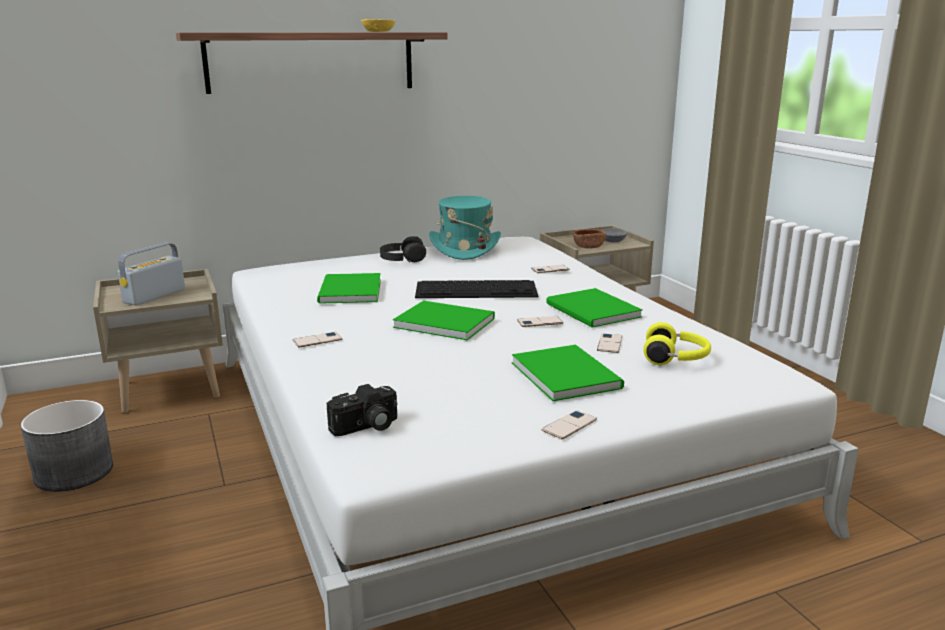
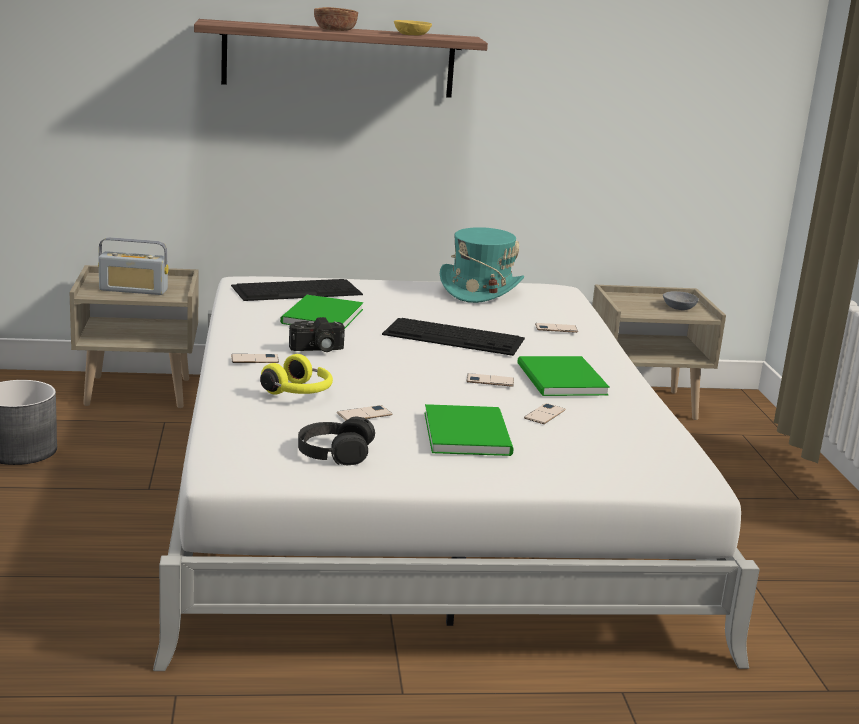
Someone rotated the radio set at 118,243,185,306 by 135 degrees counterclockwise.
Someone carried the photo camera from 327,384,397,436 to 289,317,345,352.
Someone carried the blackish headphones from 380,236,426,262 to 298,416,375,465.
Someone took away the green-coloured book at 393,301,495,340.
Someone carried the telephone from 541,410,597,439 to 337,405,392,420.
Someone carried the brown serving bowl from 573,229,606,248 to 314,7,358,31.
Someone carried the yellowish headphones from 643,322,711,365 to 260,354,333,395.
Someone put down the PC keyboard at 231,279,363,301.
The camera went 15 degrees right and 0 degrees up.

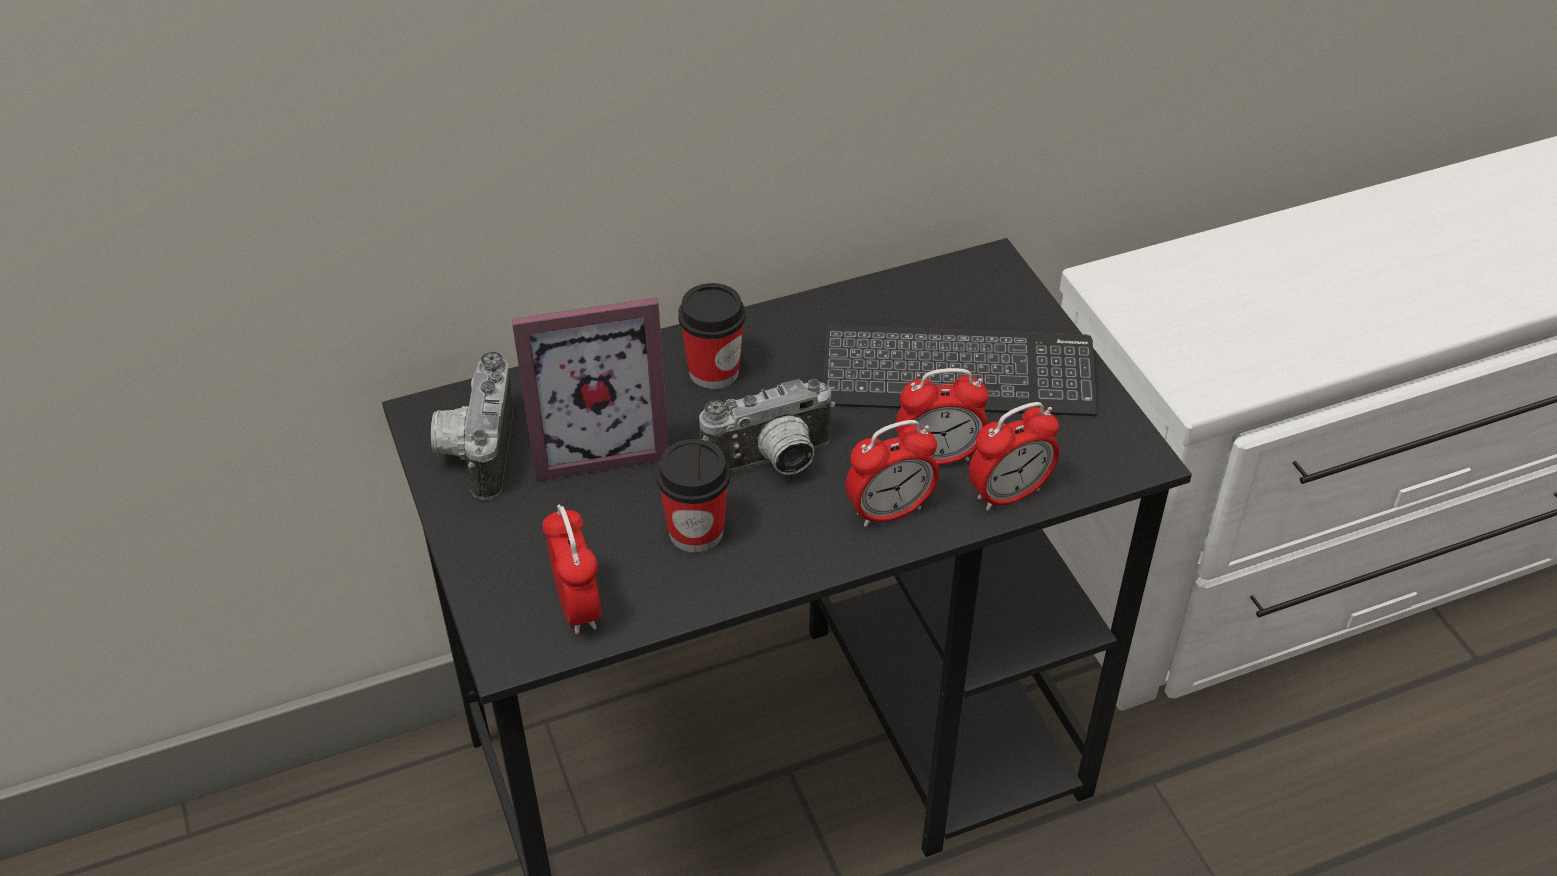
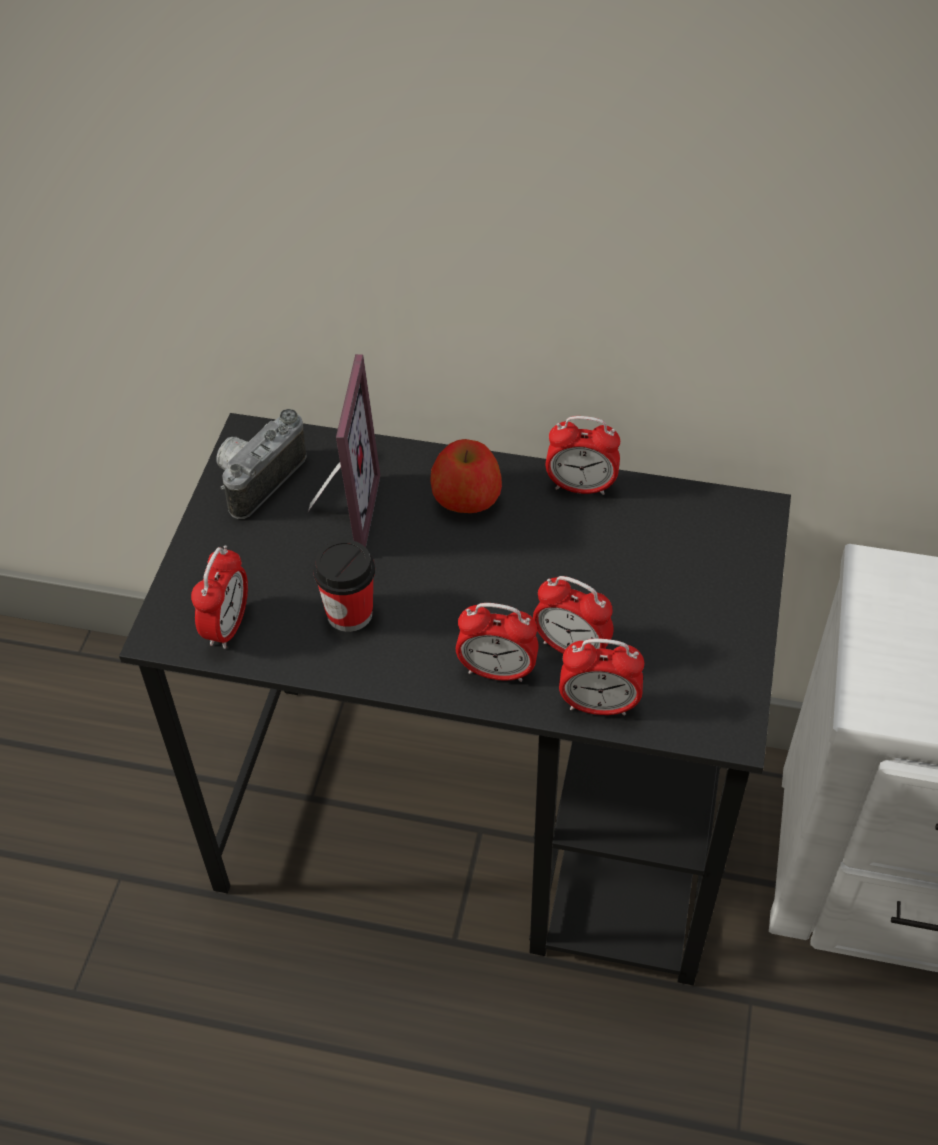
Someone rotated the standing frame at 512,298,669,481 by 105 degrees counterclockwise.
Someone swapped the drinking cup at 678,283,746,389 for the whole apple at 430,439,502,513.
Someone took away the photo camera at 699,379,836,475.
Someone took away the PC keyboard at 823,325,1097,416.
Someone put down the alarm clock at 546,416,620,495.
The camera went 35 degrees right and 5 degrees up.

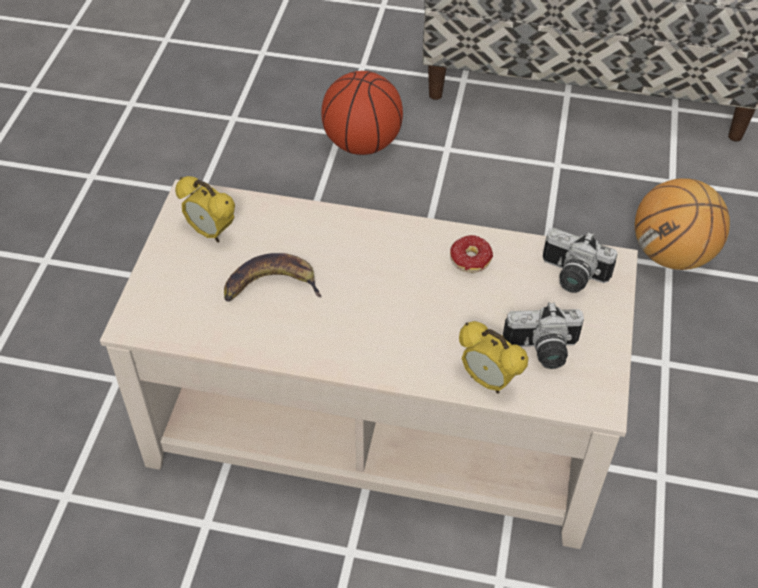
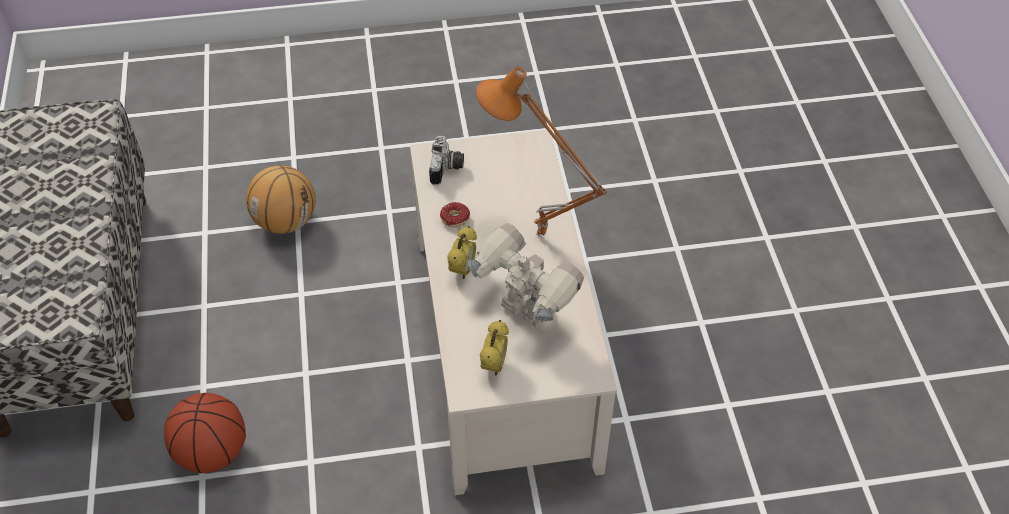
Someone swapped the banana at 224,253,322,302 for the robot figure at 468,223,584,328.
Someone carried the alarm clock from 459,321,528,394 to 447,226,477,279.
Someone took away the photo camera at 503,302,584,369.
Someone put down the orange lamp for a table at 476,66,607,238.
The camera went 110 degrees left and 0 degrees up.

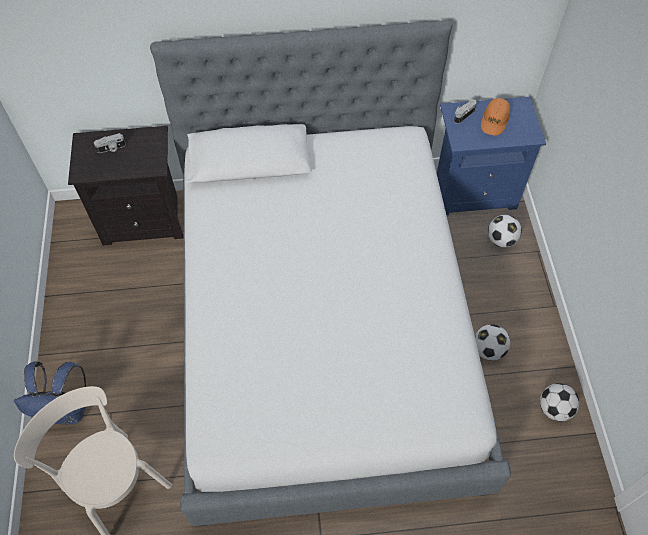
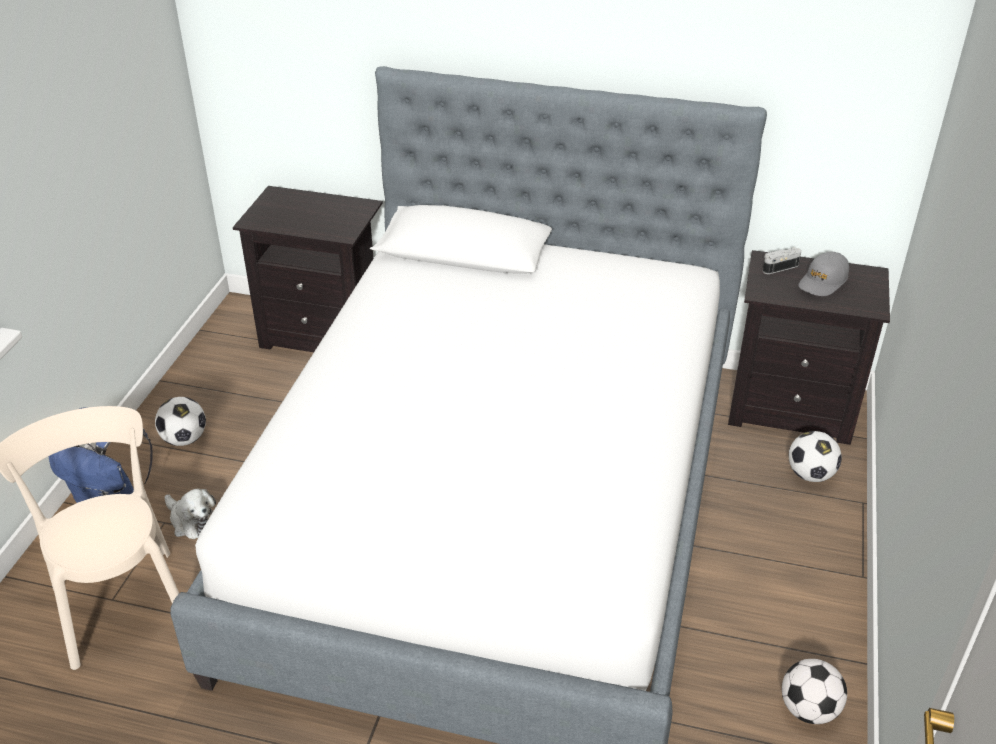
Someone took away the photo camera at 94,133,126,153.
Someone repainted the blue nightstand at 437,97,546,215, which became the blackish nightstand at 728,250,890,445.
Someone carried the football from 475,324,510,361 to 155,397,206,446.
Someone repainted the orange cap at 481,98,510,136, which became the gray cap at 798,252,849,296.
Someone put down the plush toy at 165,488,216,539.
The camera went 20 degrees right and 20 degrees down.

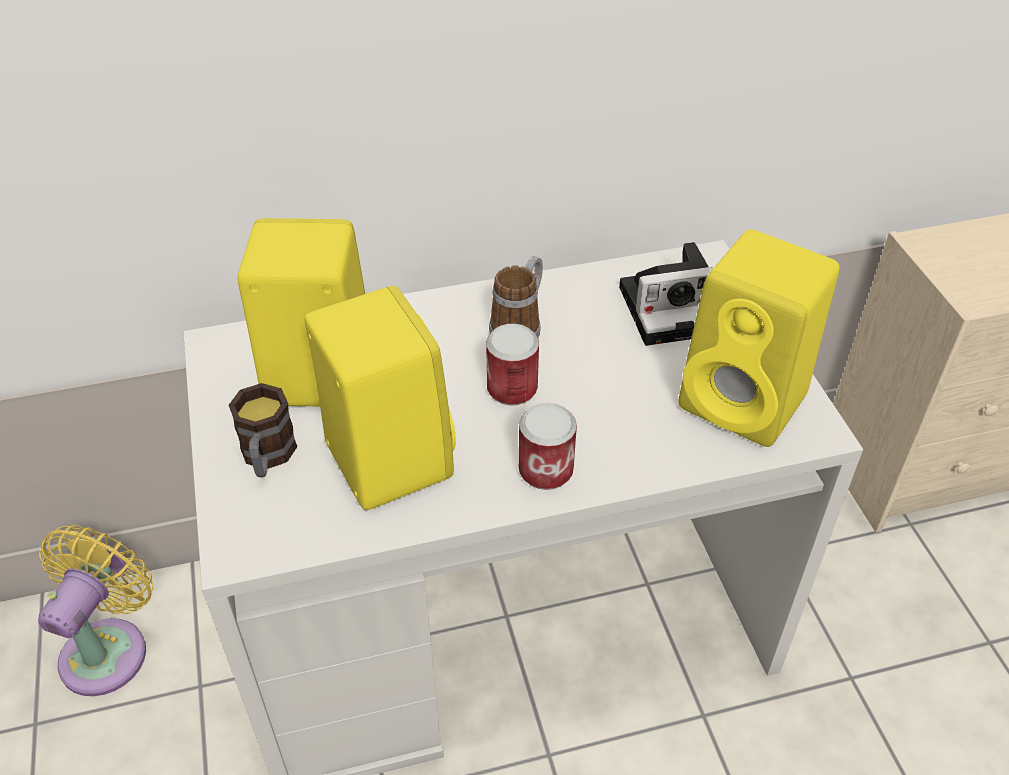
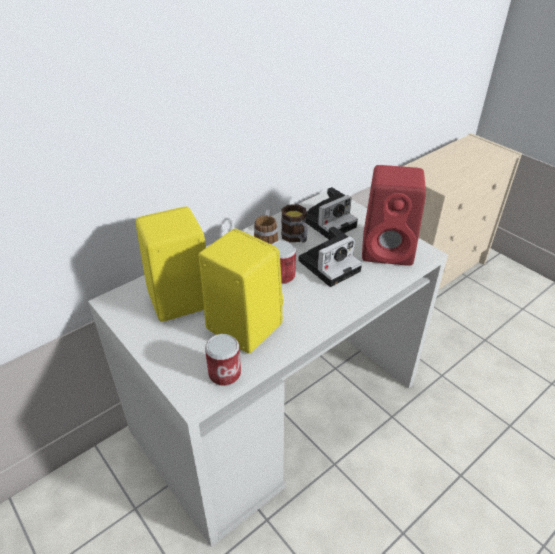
Someone took away the yellowish fan at 38,525,153,696.
Someone carried the coffee mug from 228,383,298,478 to 281,204,308,243.
Someone carried the sealed can from 519,403,577,490 to 205,334,241,386.
Someone repainted the yellowish speaker at 678,229,840,447, which became the red speaker at 362,165,426,266.
Someone put down the photo camera at 299,226,362,287.
The camera went 25 degrees left and 5 degrees down.

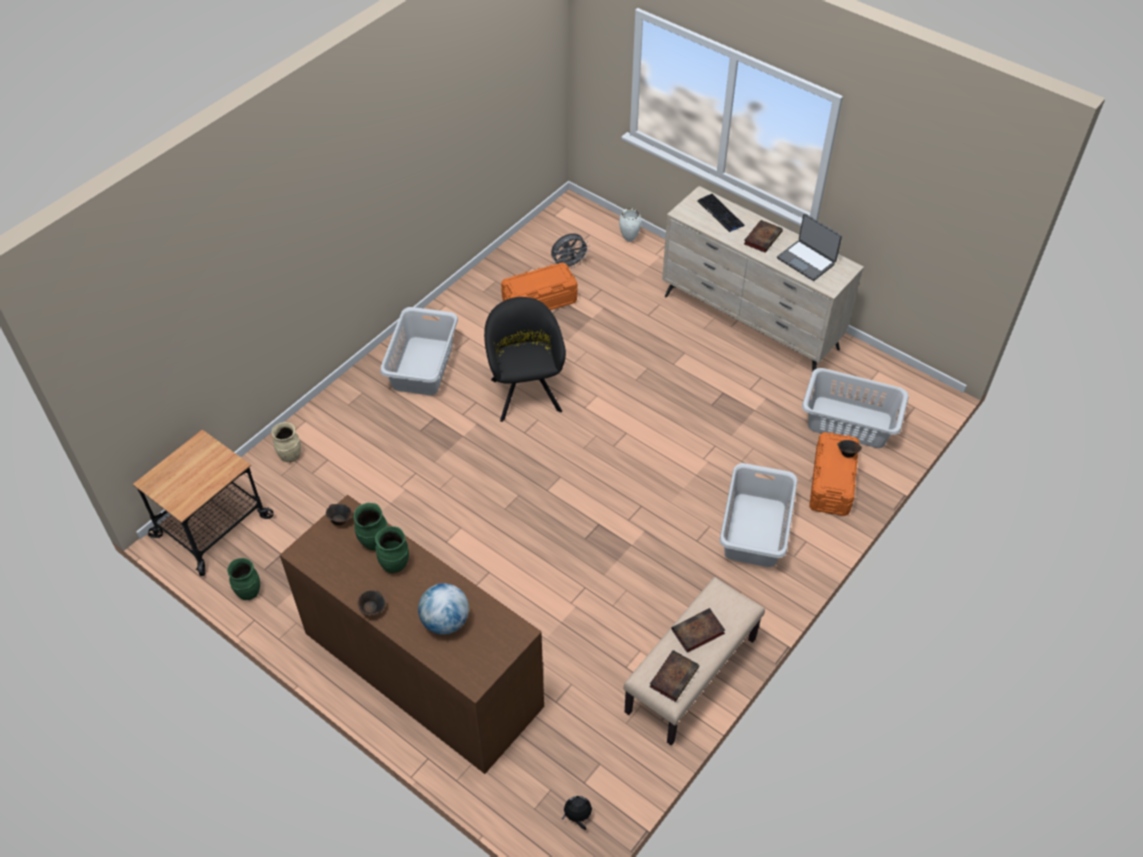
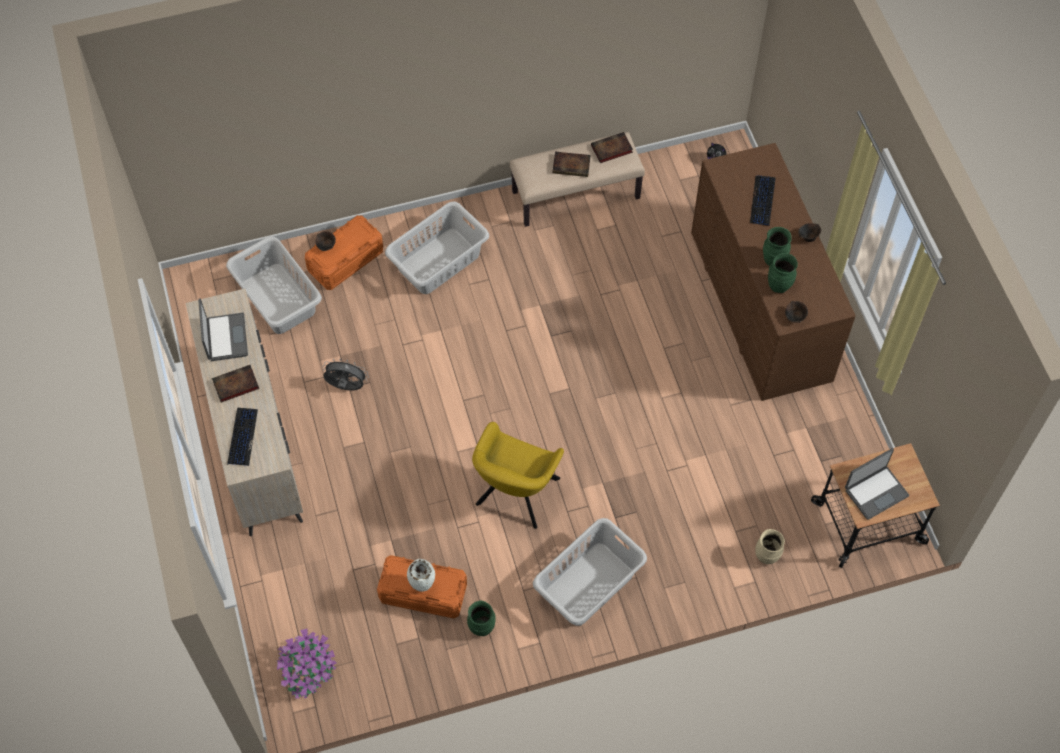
Someone carried the green-coloured decorative vase from 227,558,260,600 to 467,601,495,636.
Someone swapped the globe at 418,583,469,635 for the PC keyboard at 750,176,775,225.
Someone repainted the blackish armchair at 484,297,566,422, which became the yellowish armchair at 472,422,564,529.
Someone carried the gray fan from 551,233,590,268 to 323,358,369,390.
Someone carried the whitish decorative vase from 619,208,642,242 to 407,559,435,592.
Someone put down the potted plant at 277,629,337,699.
Someone put down the laptop at 845,448,909,520.
The camera went 145 degrees left and 10 degrees up.

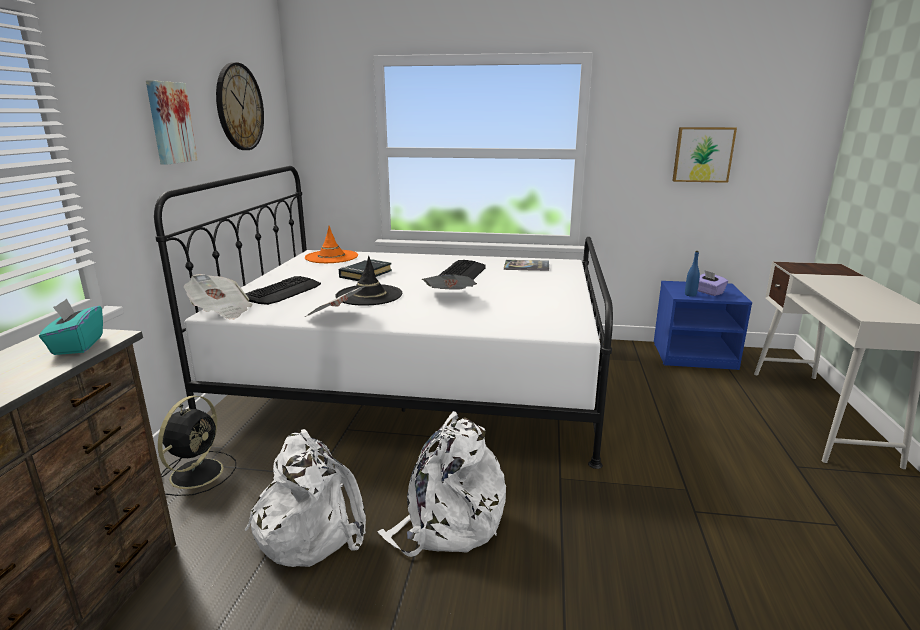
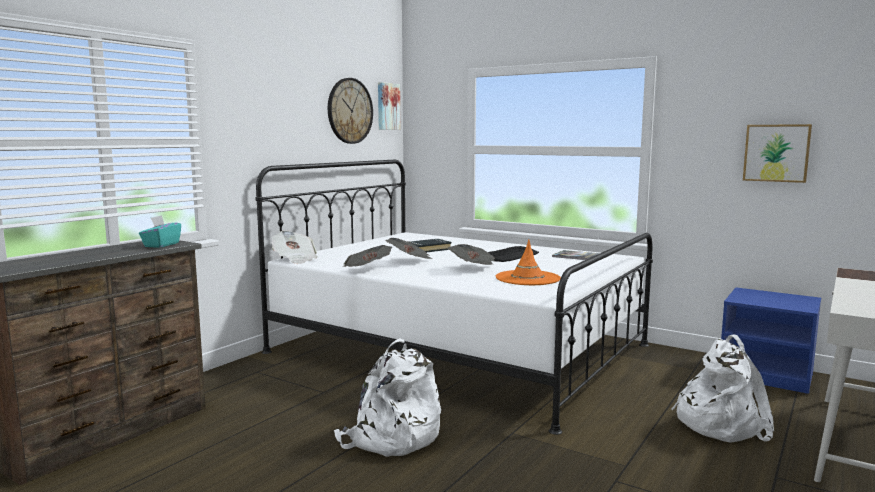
Someone carried the wall art from 146,80,197,165 to 378,82,401,130.
Someone took away the blackish fan at 158,395,236,496.
Someone carried the whitish backpack from 244,429,366,567 to 671,334,774,443.
Someone took away the PC keyboard at 245,276,321,305.
Someone carried the orange clothing hat from 305,226,358,263 to 496,240,561,285.
Someone swapped the blackish clothing hat at 335,256,402,306 for the daily paper at 385,238,433,259.
Someone took away the blue beverage bottle at 685,251,700,297.
Someone took away the purplish box of tissues at 698,270,728,296.
The camera went 25 degrees right and 10 degrees down.

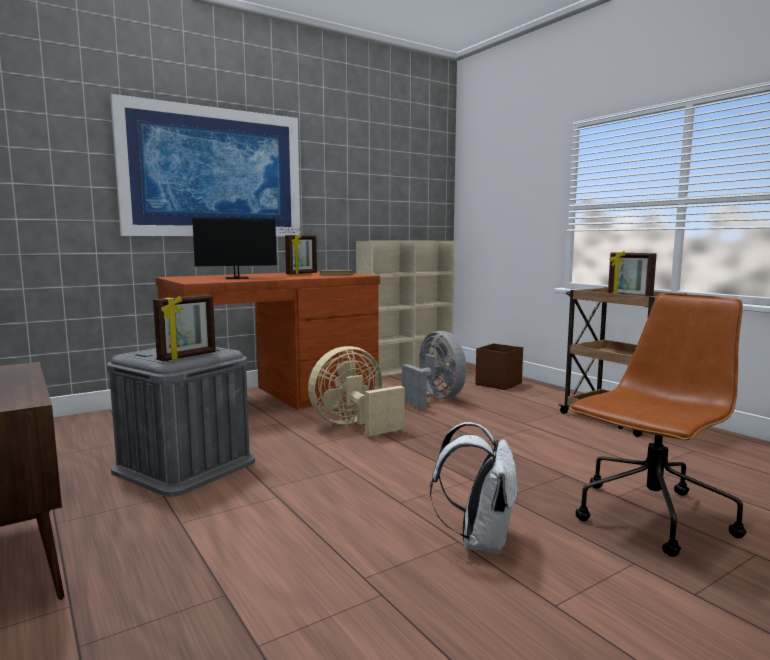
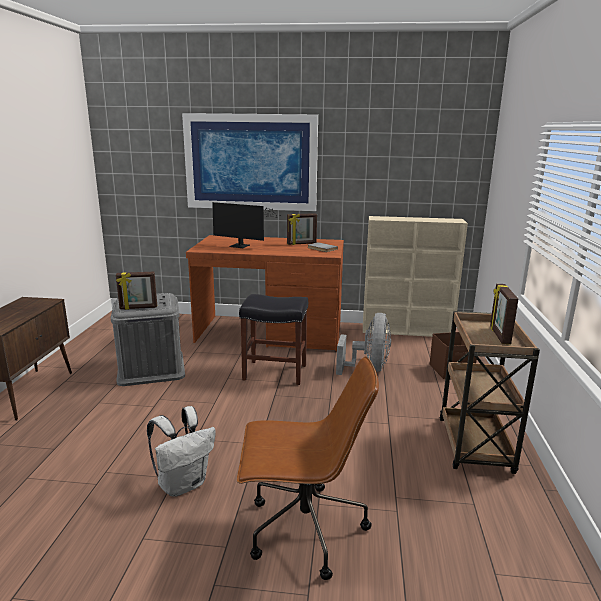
Someone swapped the beige fan at 308,346,405,436 for the blackish sitting stool at 239,294,308,385.
The camera went 40 degrees right and 10 degrees up.

